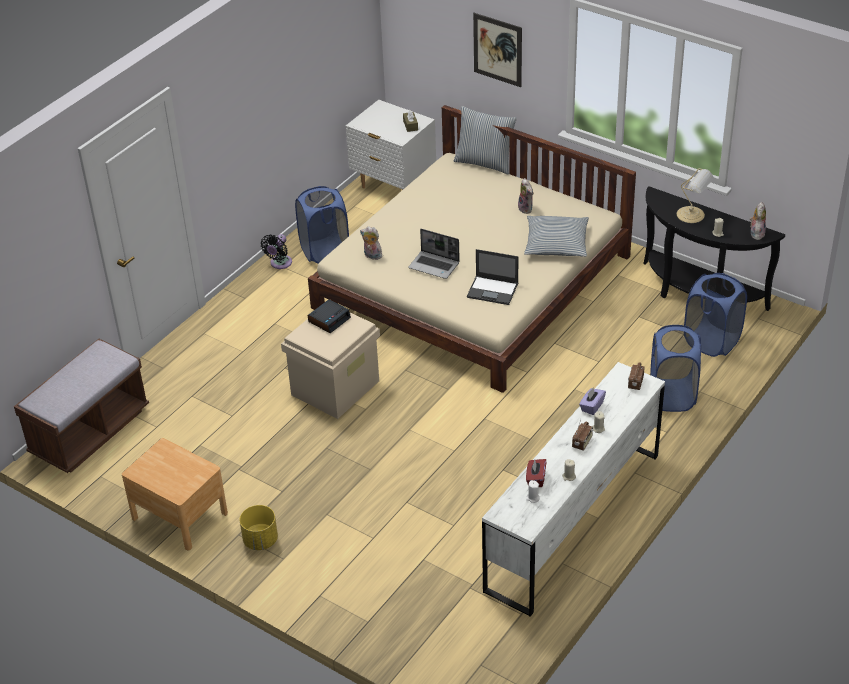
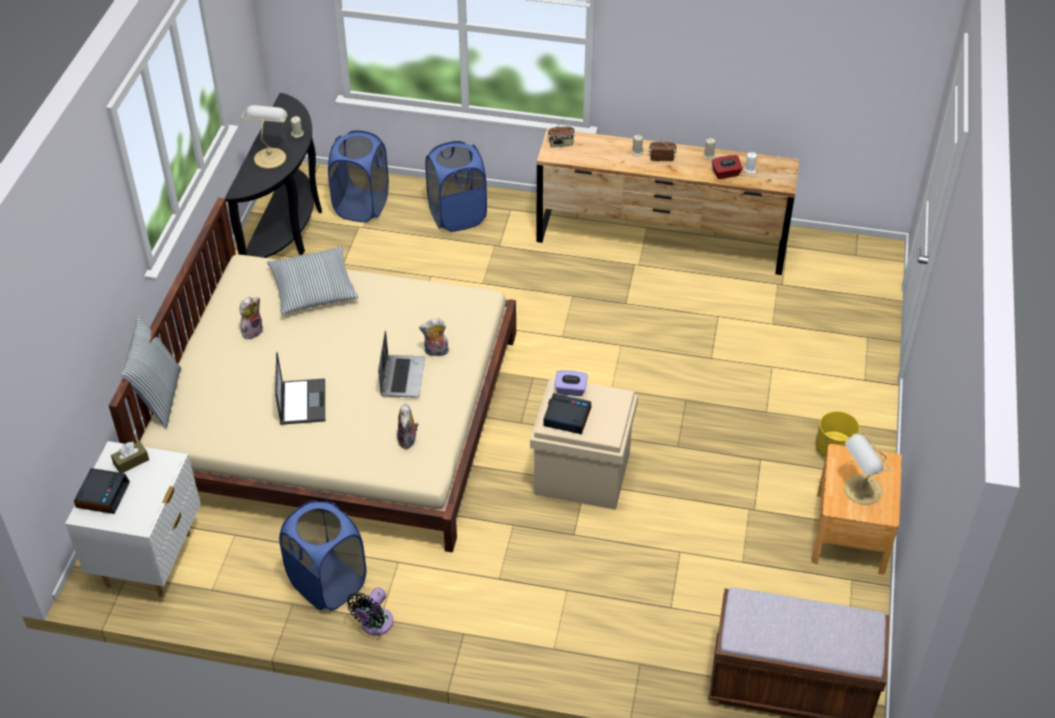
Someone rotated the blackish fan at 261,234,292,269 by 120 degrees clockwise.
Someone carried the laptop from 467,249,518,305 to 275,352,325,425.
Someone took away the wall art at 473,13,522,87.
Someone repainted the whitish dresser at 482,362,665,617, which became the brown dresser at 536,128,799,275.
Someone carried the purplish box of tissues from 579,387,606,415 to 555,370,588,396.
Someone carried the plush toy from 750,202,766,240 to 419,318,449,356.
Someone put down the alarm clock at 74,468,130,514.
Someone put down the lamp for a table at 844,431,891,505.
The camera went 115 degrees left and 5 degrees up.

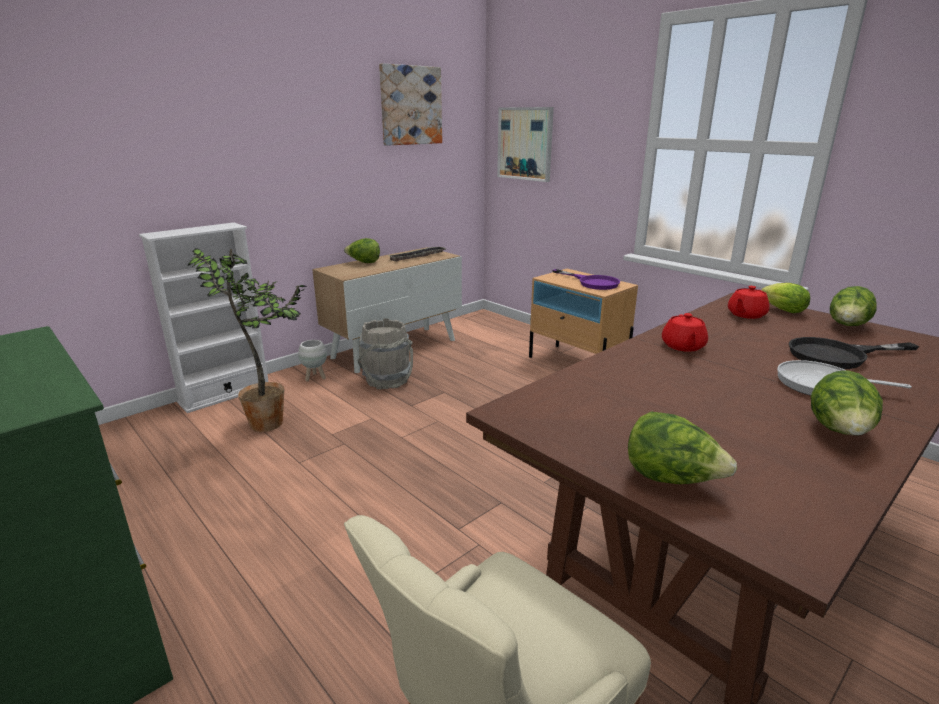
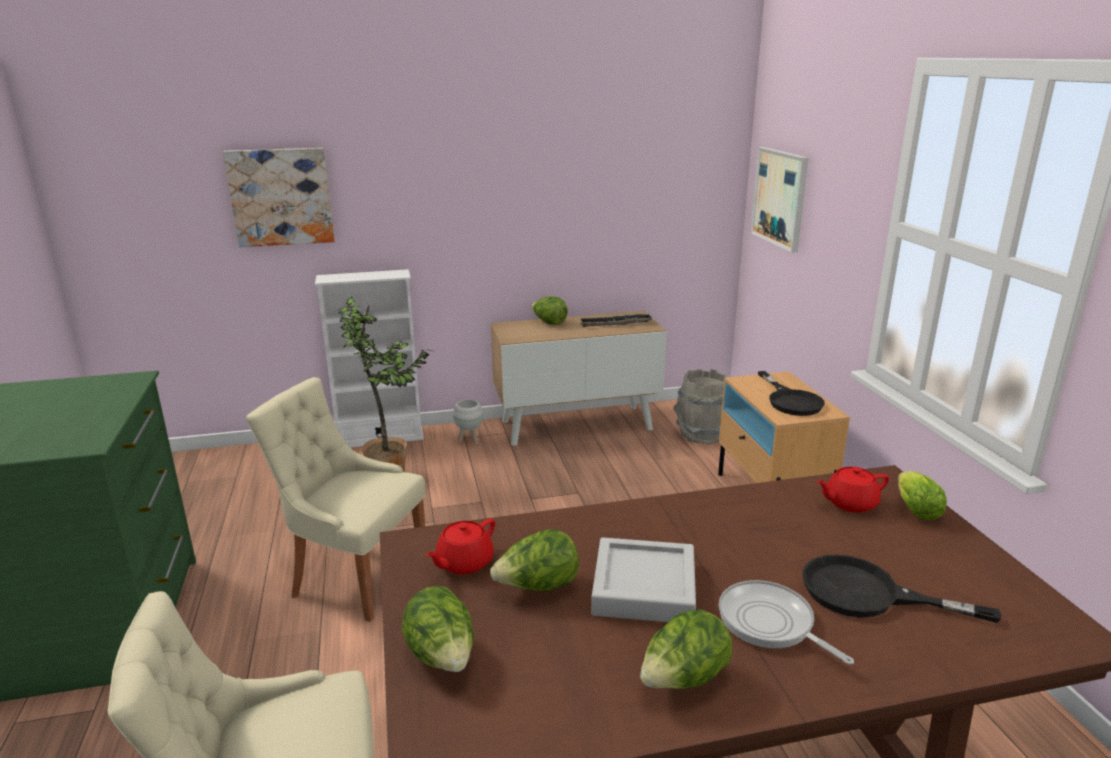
Someone carried the gray water bucket from 358,318,413,389 to 673,369,728,445.
Someone carried the wall art from 379,63,442,146 to 223,148,335,247.
Someone repainted the purplish frying pan at 552,269,620,290, which became the blackish frying pan at 758,371,825,416.
Someone carried the red pot for tea from 662,313,708,352 to 426,519,495,574.
Someone carried the lettuce from 830,286,876,326 to 490,529,579,591.
Someone put down the beige upright chair at 246,377,425,622.
Someone put down the gray carrying tray at 591,537,696,622.
The camera went 30 degrees right and 0 degrees up.

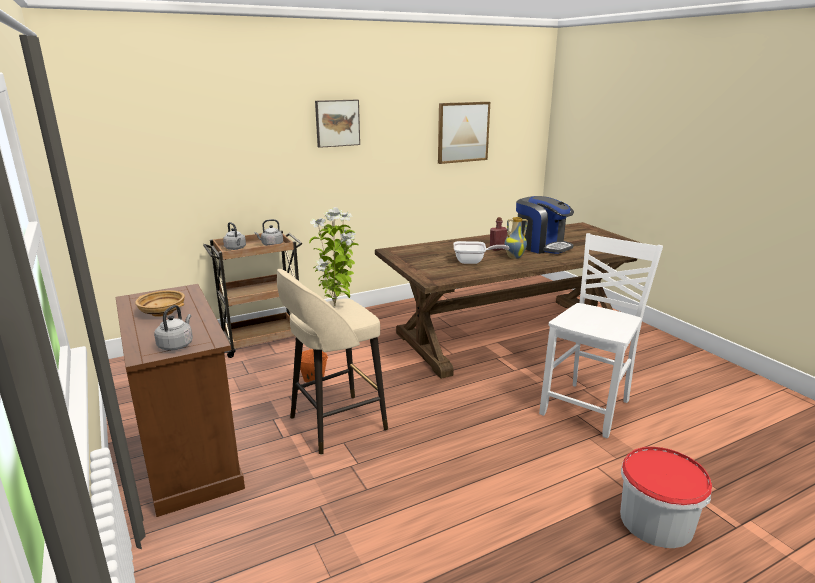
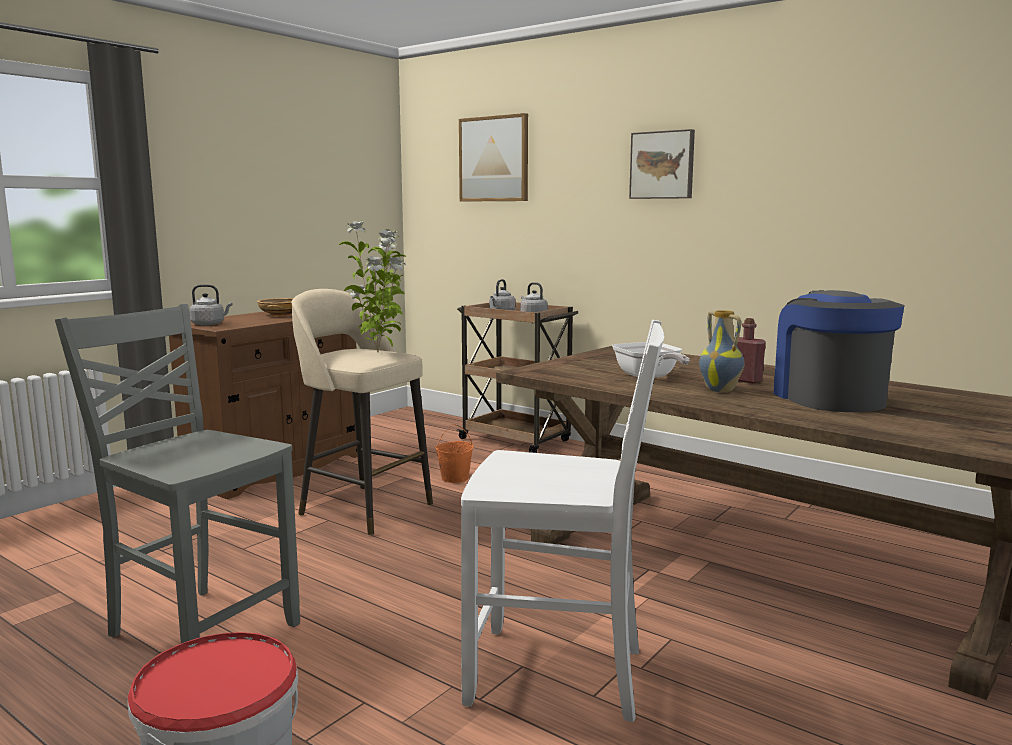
Someone carried the wall art from 438,102,490,164 to 459,113,528,202.
Someone rotated the coffee brewer at 516,196,574,254 by 150 degrees clockwise.
Someone put down the gray upright chair at 55,304,300,644.
The camera went 65 degrees right and 10 degrees down.

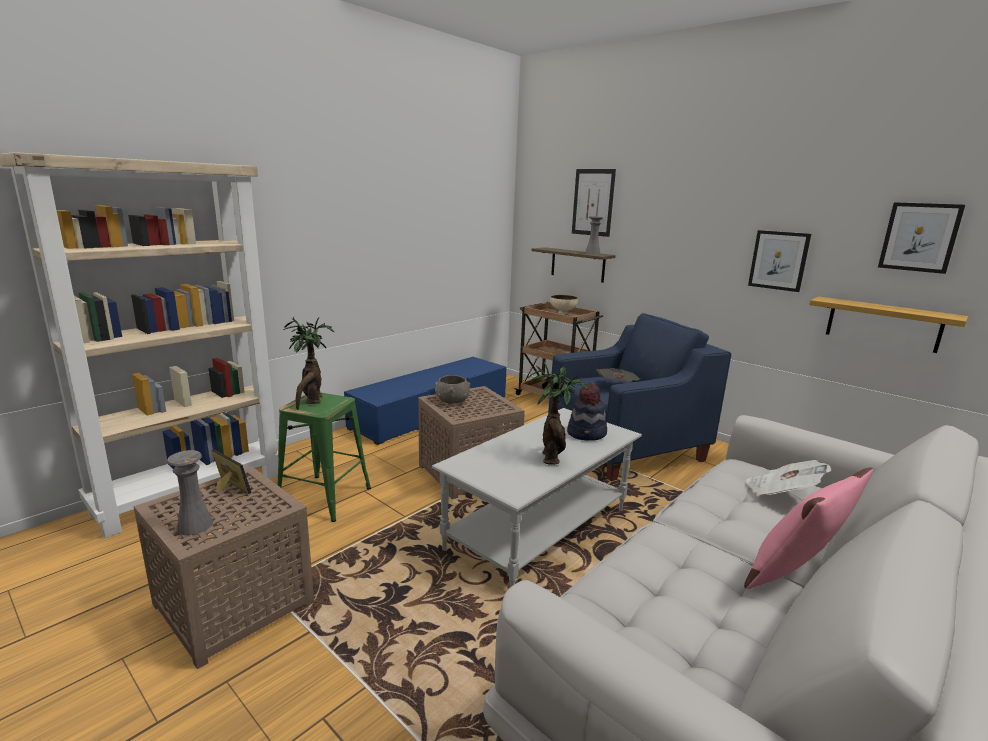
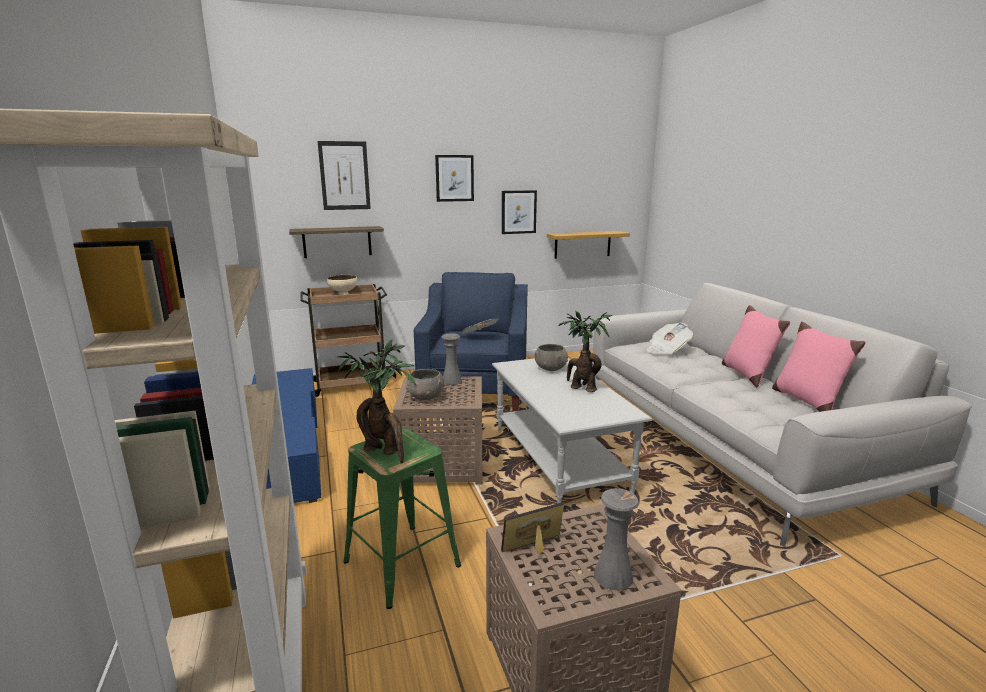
Someone swapped the clothing hat at 567,383,607,441 for the gray serving bowl at 535,344,568,371.
Someone carried the gray decorative vase from 585,216,603,255 to 442,333,462,385.
Someone carried the wall art from 878,202,965,274 to 435,155,474,202.
Someone put down the pinkish throw pillow at 772,322,866,412.
The camera went 60 degrees left and 0 degrees up.

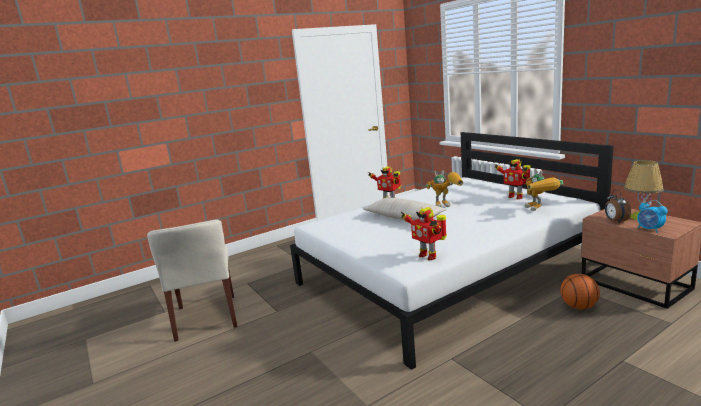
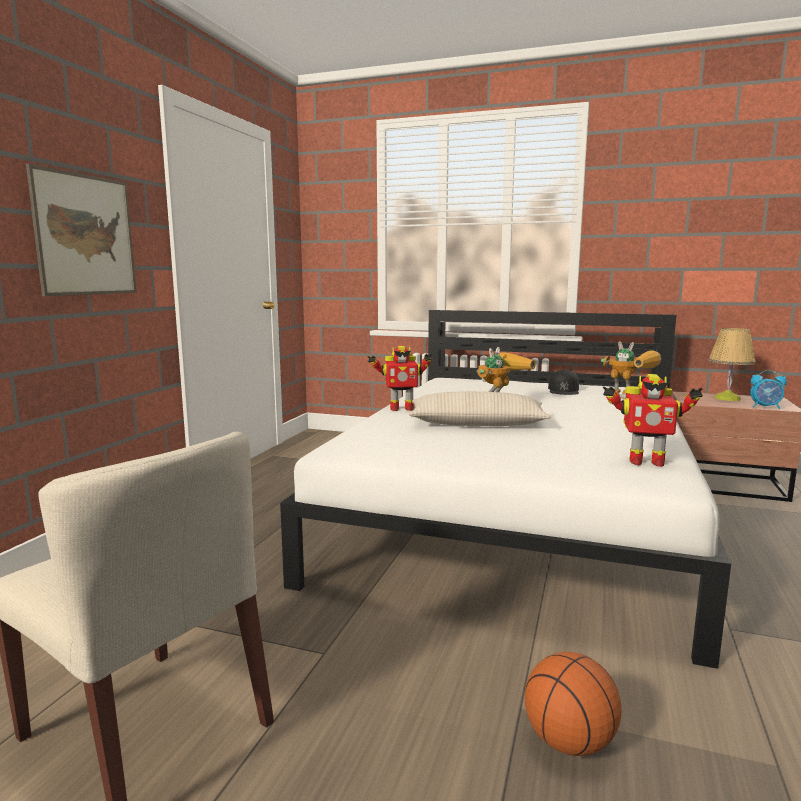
Someone swapped the robot figure at 494,159,531,199 for the blackish cap at 548,369,579,395.
Someone carried the ball for basketball from 560,274,600,309 to 525,652,621,756.
Someone took away the alarm clock at 605,190,631,224.
Someone put up the wall art at 26,164,136,296.
The camera went 40 degrees left and 5 degrees down.

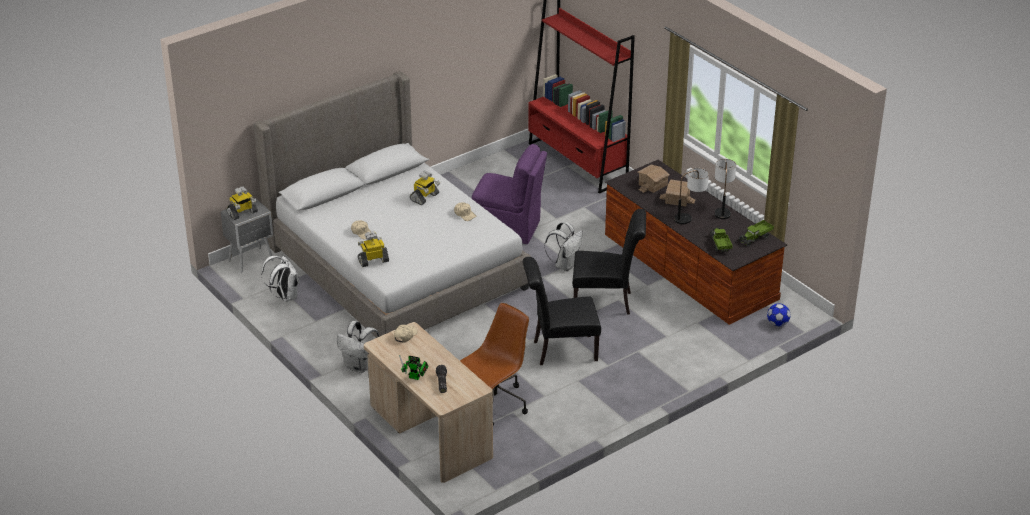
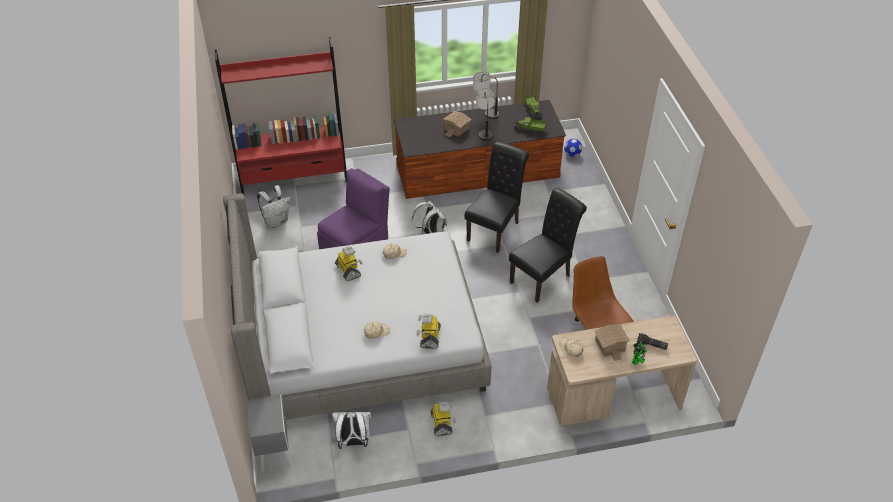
Someone carried the robot figure from 227,186,258,220 to 430,401,456,436.
Someone carried the whitish backpack from 337,321,380,373 to 257,185,291,228.
Someone rotated the blackish upright chair at 523,257,601,365 by 150 degrees counterclockwise.
Someone carried the model house from 638,165,670,193 to 594,324,630,361.
The camera went 65 degrees left and 10 degrees up.

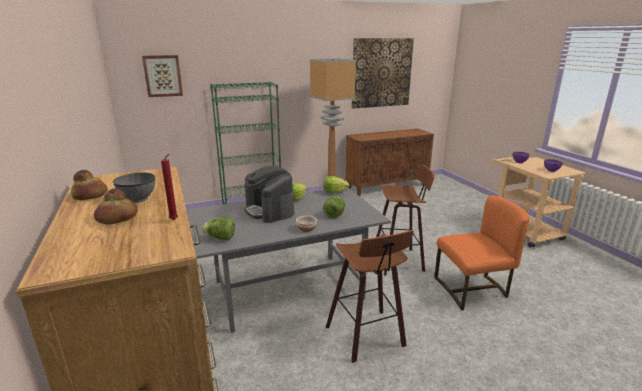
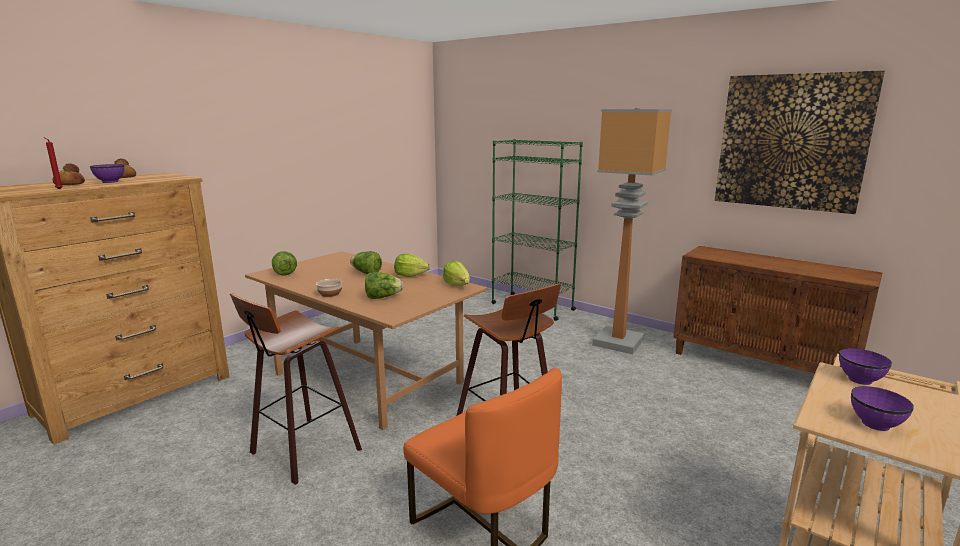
Someone repainted the gray serving bowl at 113,173,156,203, which became the purplish serving bowl at 90,164,124,183.
Someone took away the wall art at 142,55,183,97.
Someone repainted the gray dining table at 186,188,391,333, which became the brown dining table at 245,251,488,430.
Someone swapped the coffee brewer at 245,165,294,223 for the lettuce at 350,251,382,274.
The camera went 60 degrees right and 5 degrees down.

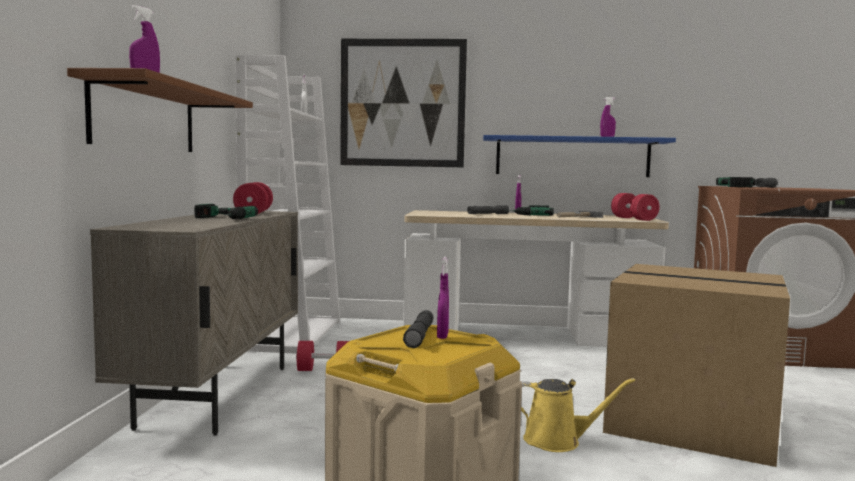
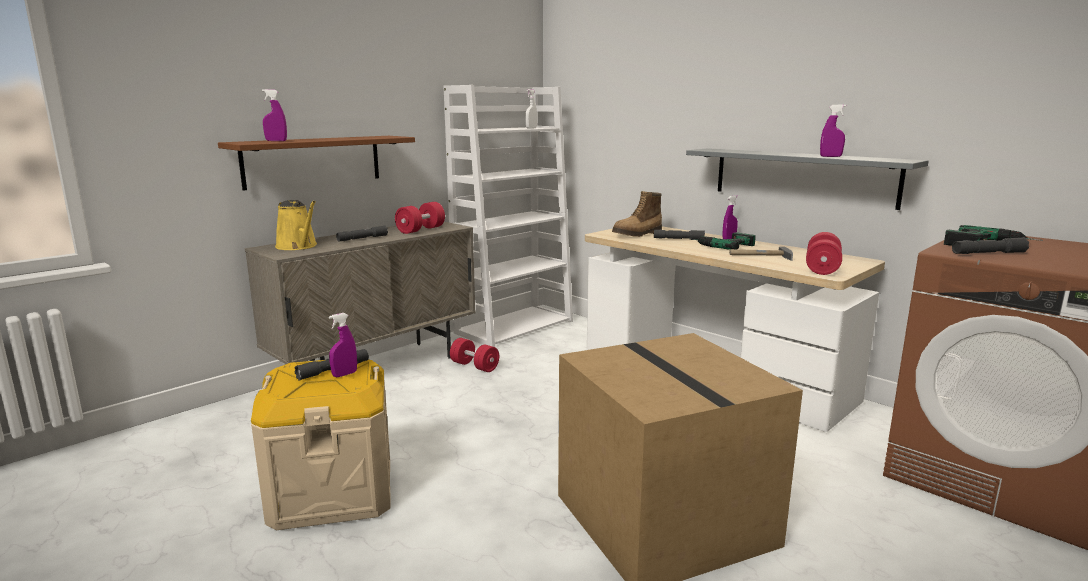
Someone swapped the drill at 194,204,258,219 for the gray torch at 336,226,388,242.
Someone took away the wall art at 340,39,467,167.
Someone repainted the blue wall shelf at 483,135,676,177, which became the gray wall shelf at 686,148,929,210.
Someone carried the yellowish watering pot from 521,378,635,452 to 275,200,317,250.
Someone put down the boot at 612,191,662,237.
The camera went 40 degrees right and 10 degrees up.

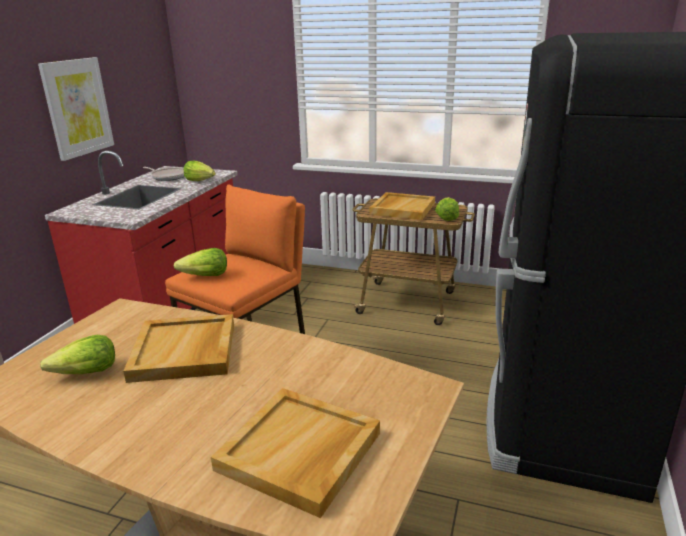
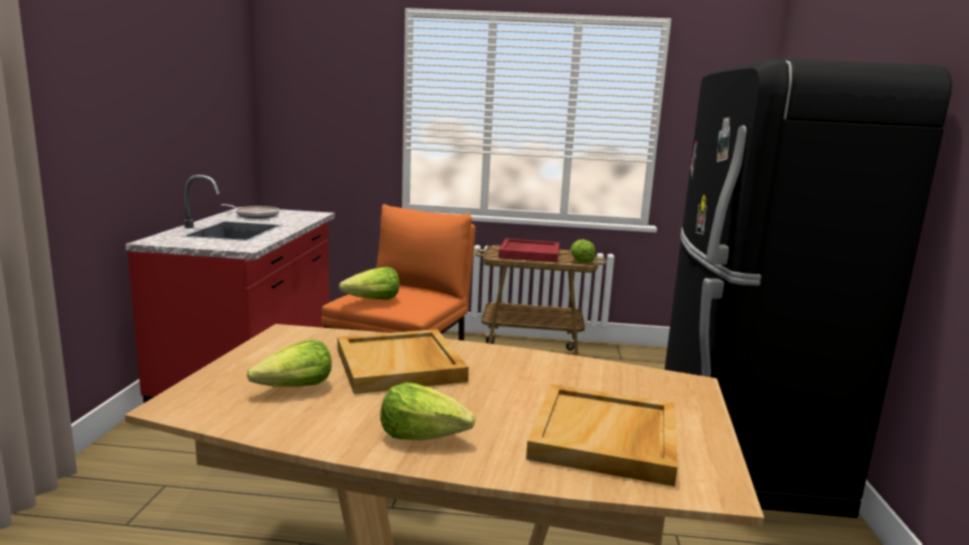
Someone took away the wall art at 38,57,114,161.
Someone carried the lettuce from 183,161,216,181 to 380,382,475,440.
Someone repainted the beige carrying tray at 369,192,435,220, which became the red carrying tray at 498,238,560,262.
The camera went 15 degrees left and 10 degrees down.

